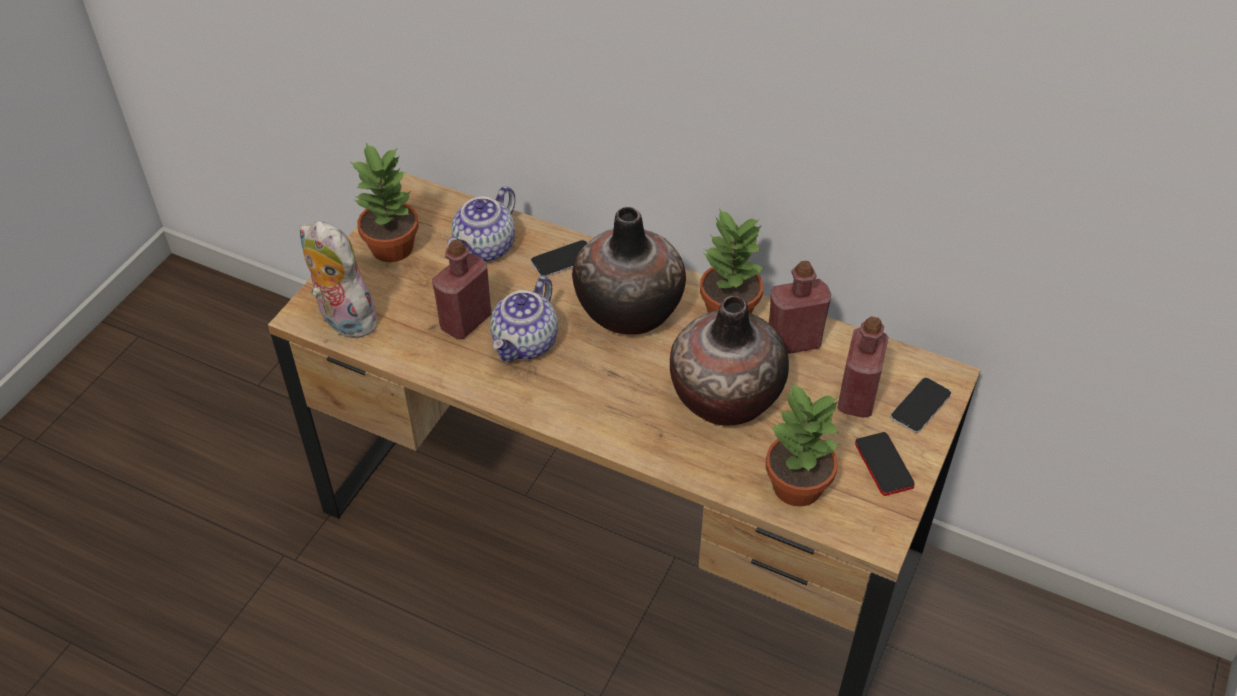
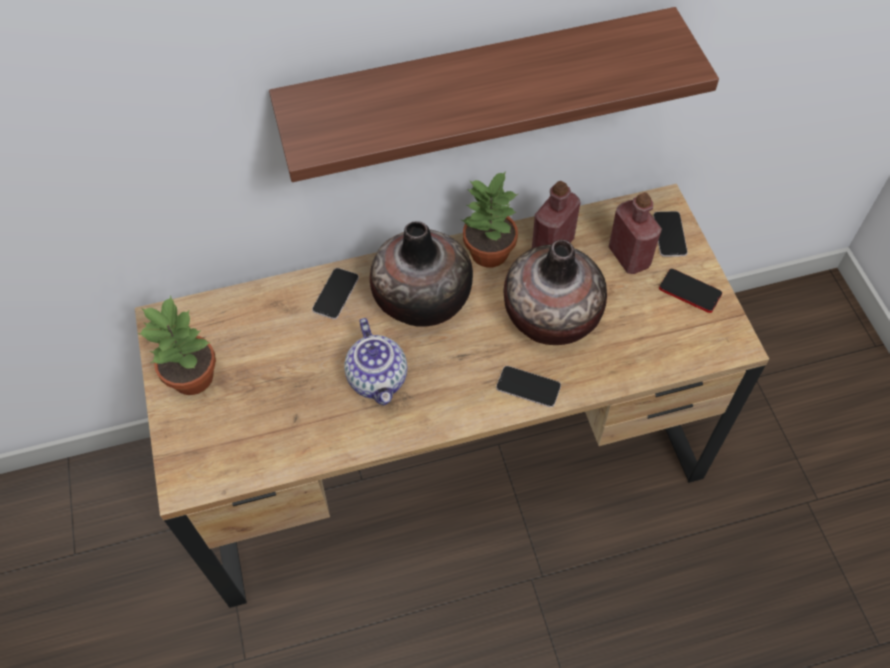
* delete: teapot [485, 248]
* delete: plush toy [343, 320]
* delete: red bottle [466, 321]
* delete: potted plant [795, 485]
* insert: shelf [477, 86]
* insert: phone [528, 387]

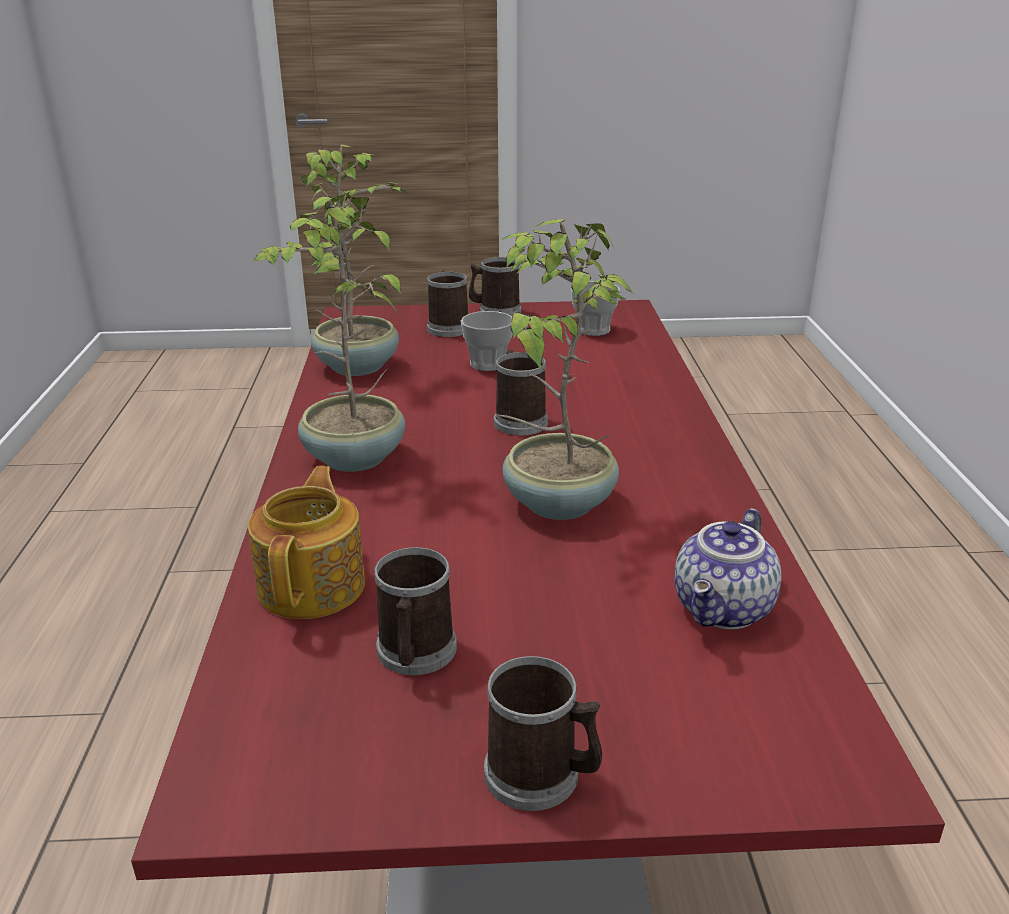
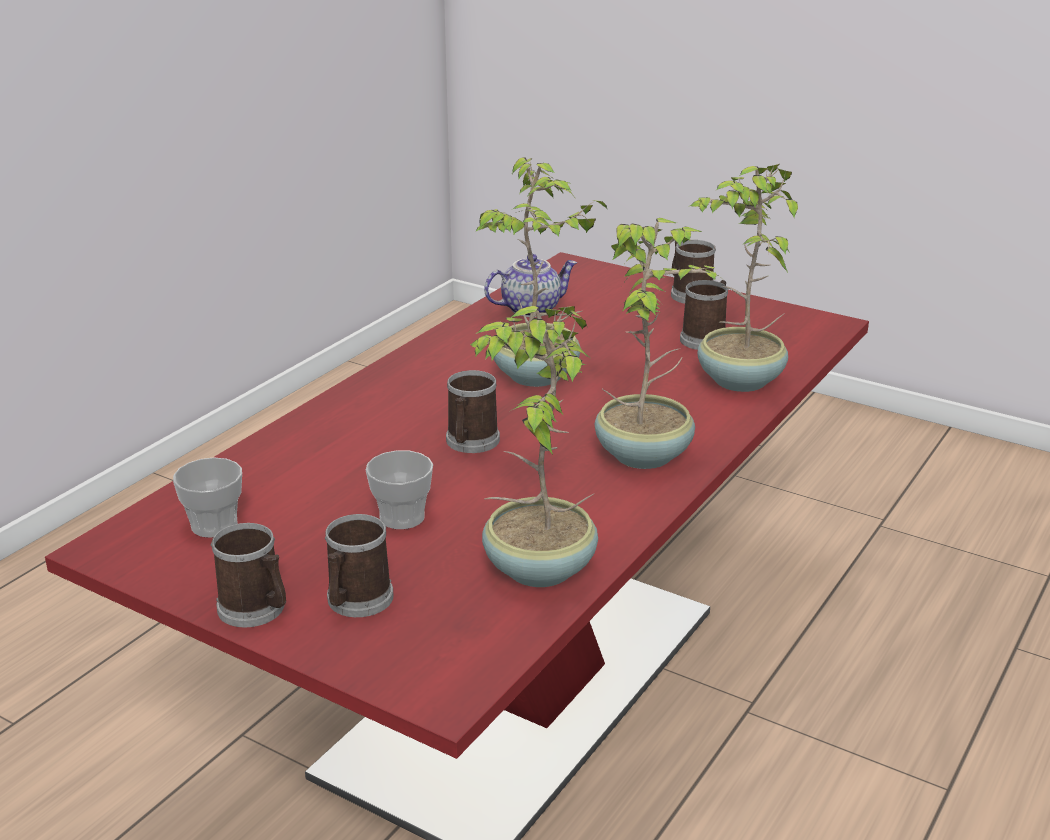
* replace: teapot [314, 585] to potted plant [738, 381]

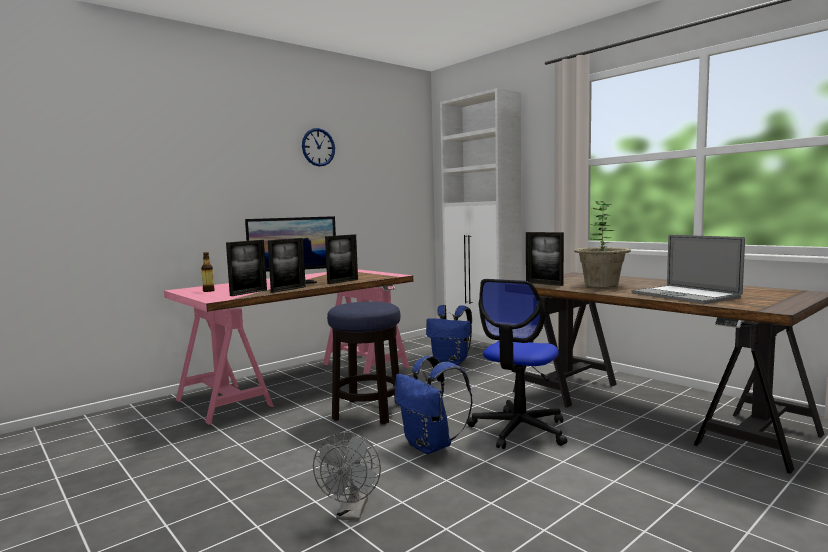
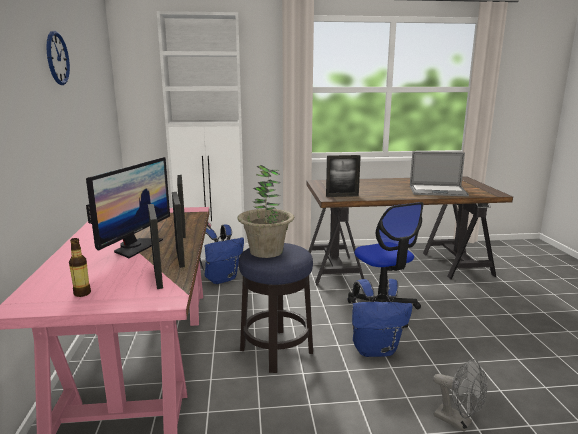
* move: potted plant [601, 285] to [266, 252]

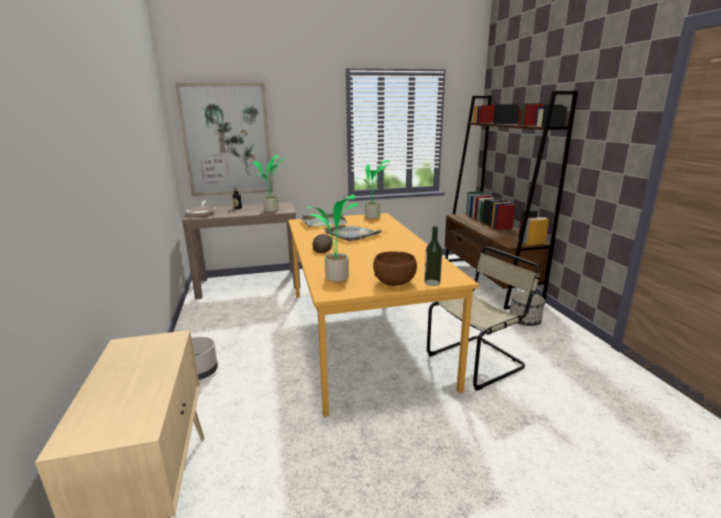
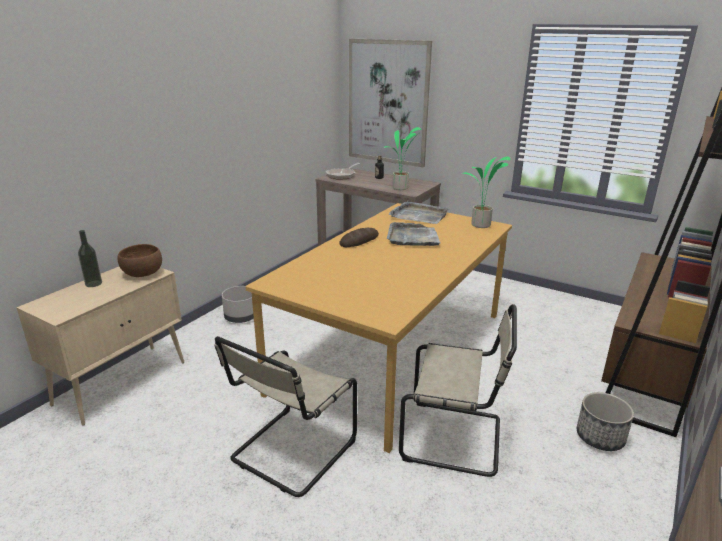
* delete: potted plant [336, 278]
* move: bottle [432, 282] to [93, 283]
* move: brown bowl [395, 282] to [143, 274]
* insert: beige chair [290, 452]

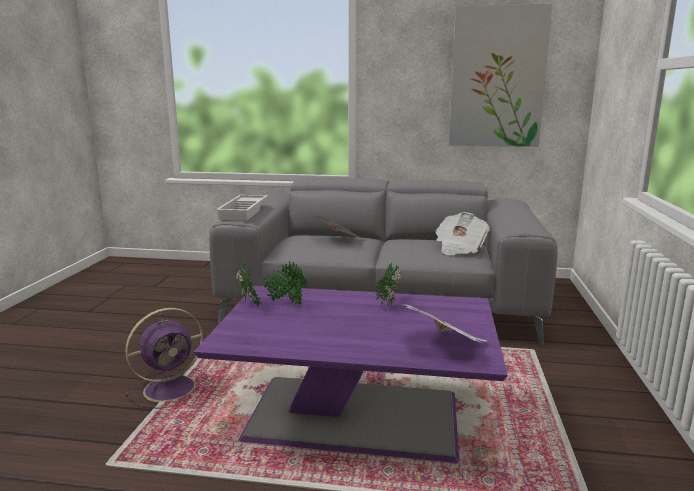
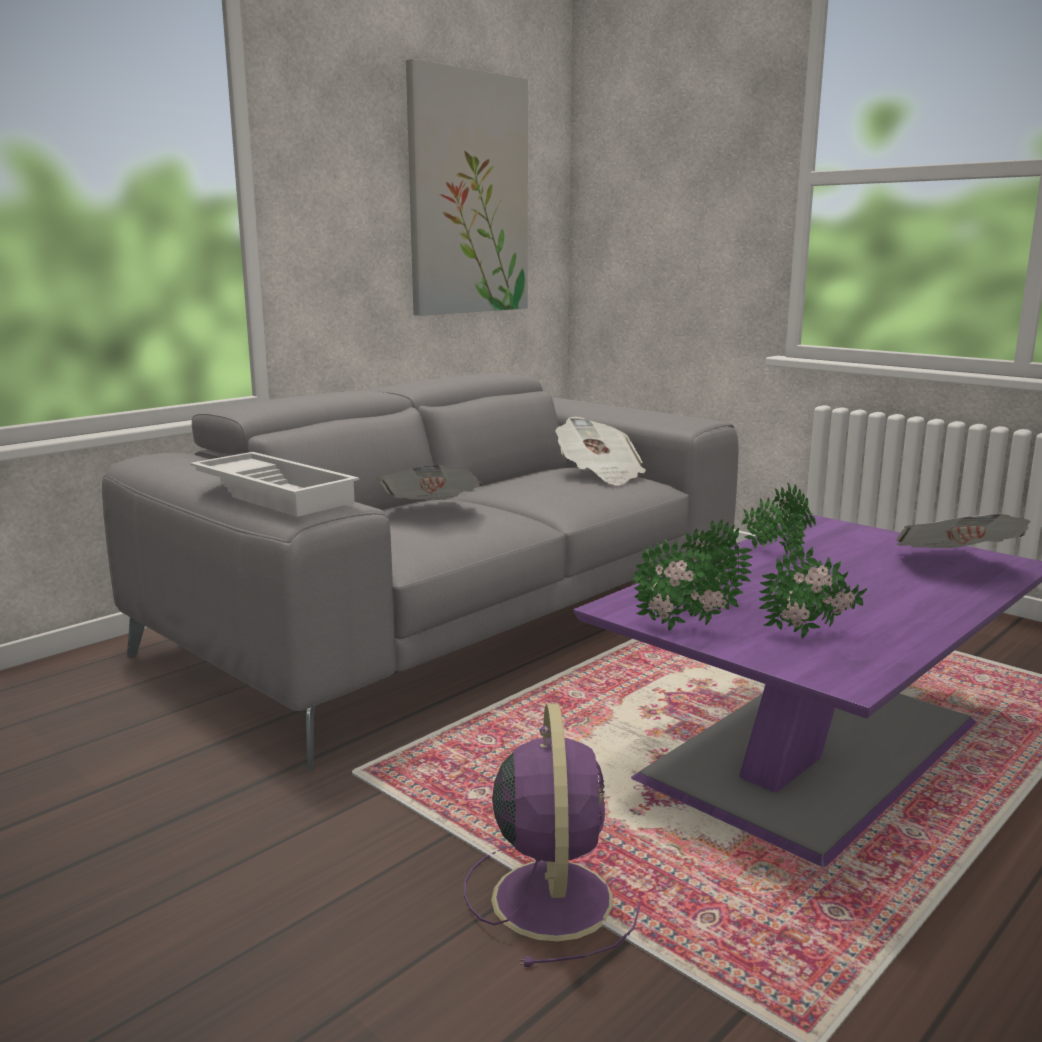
* insert: potted plant [811, 635]

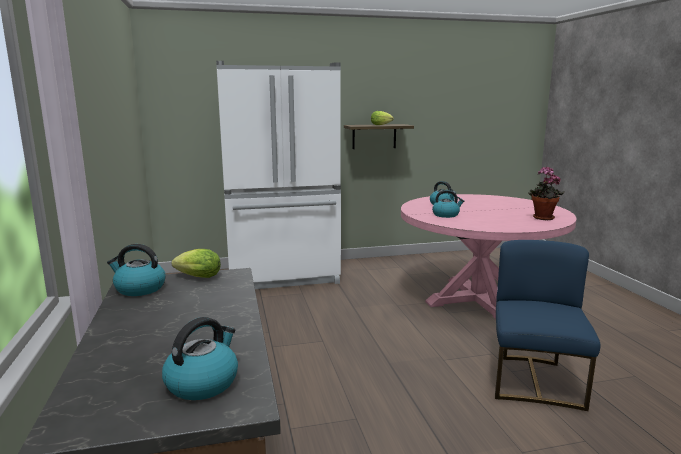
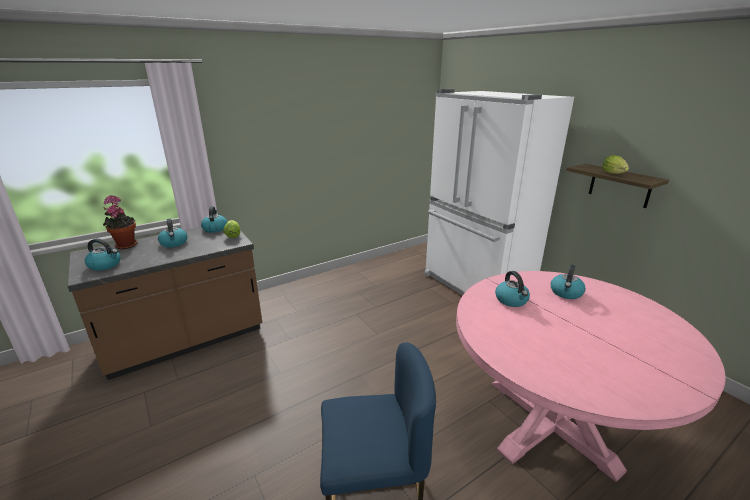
* move: potted plant [542, 218] to [125, 245]
* insert: kettle [174, 243]

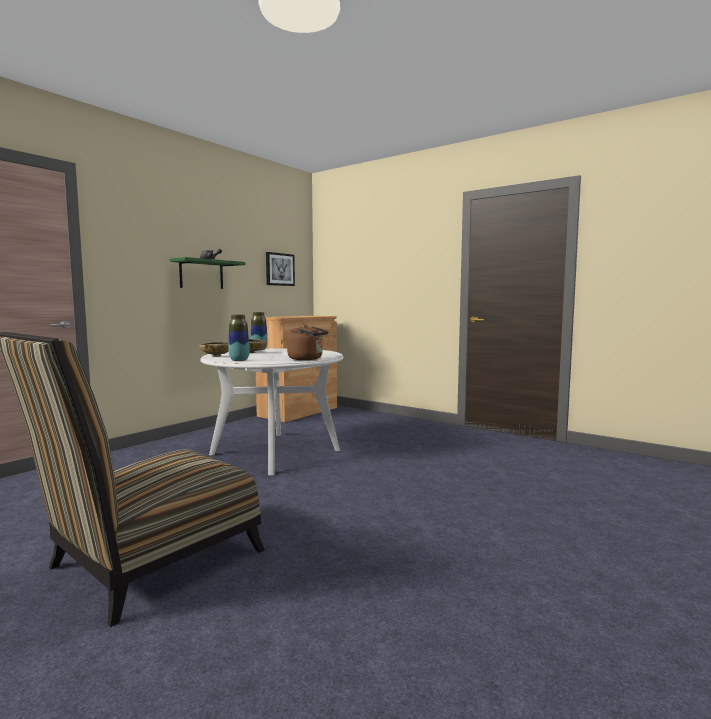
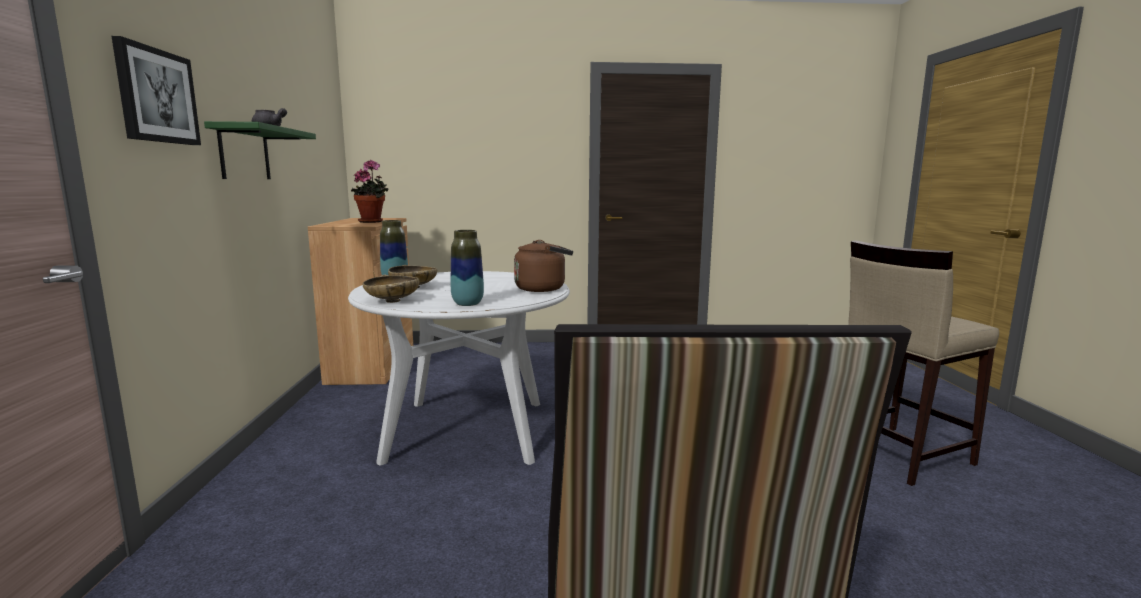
* move: picture [279, 269] to [156, 96]
* insert: potted plant [373, 221]
* insert: beige stool [898, 453]

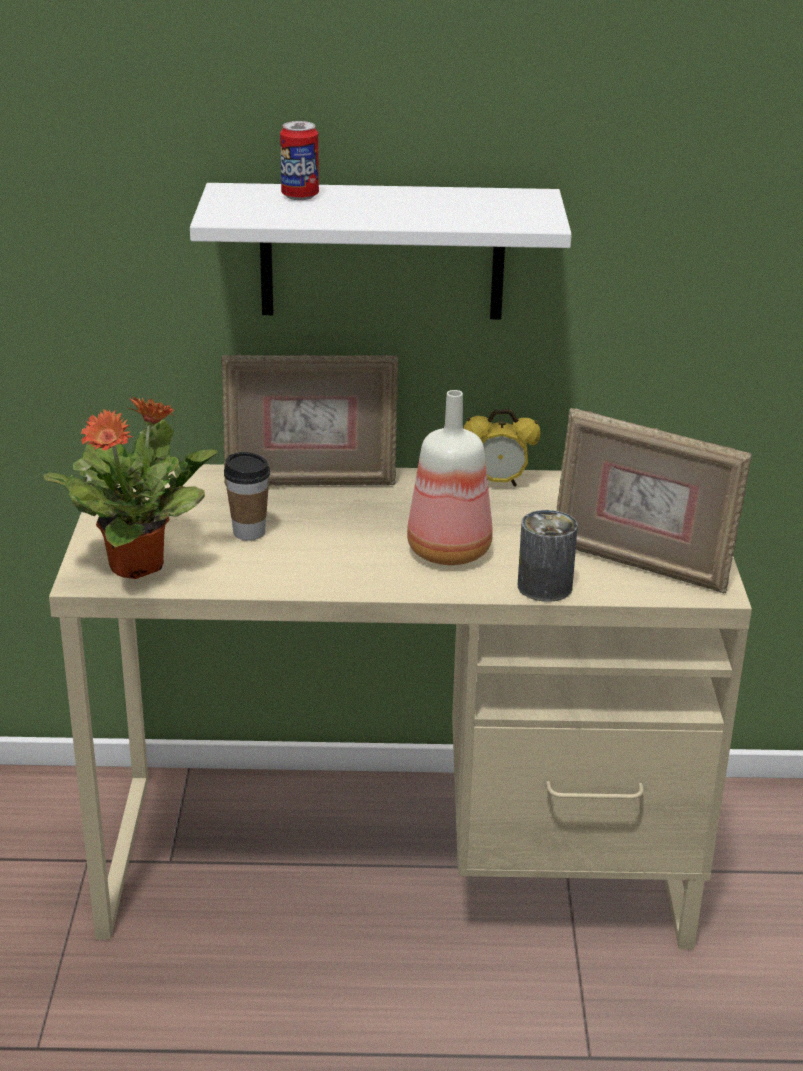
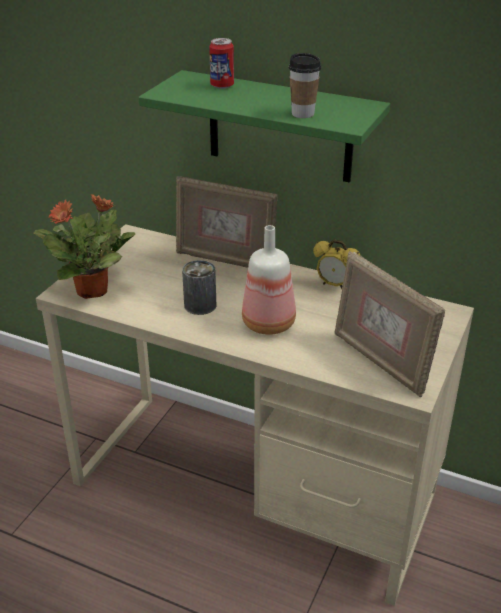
* recolor: white shelf [382, 251] to green shelf [280, 127]
* move: cup [249, 532] to [303, 114]
* move: can [544, 586] to [200, 305]

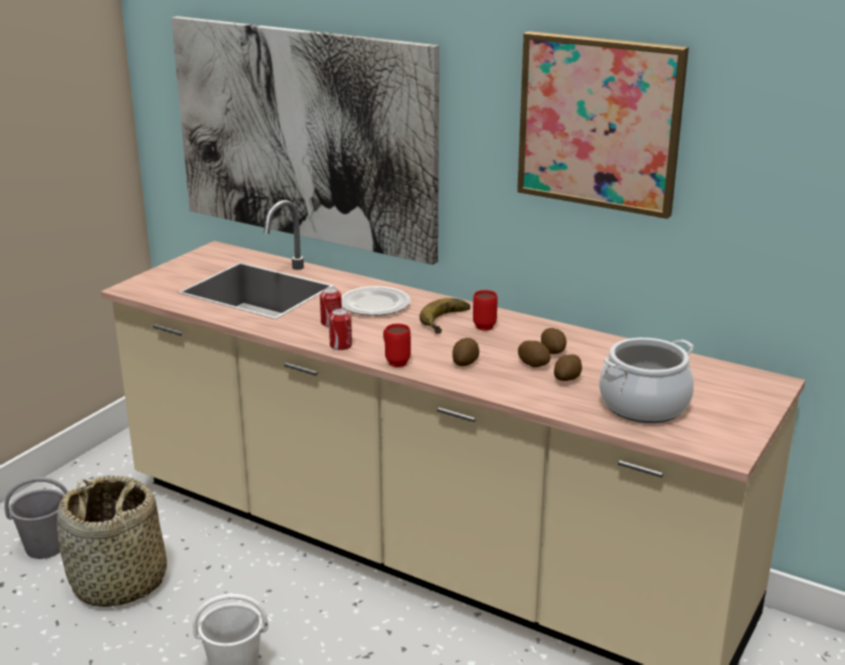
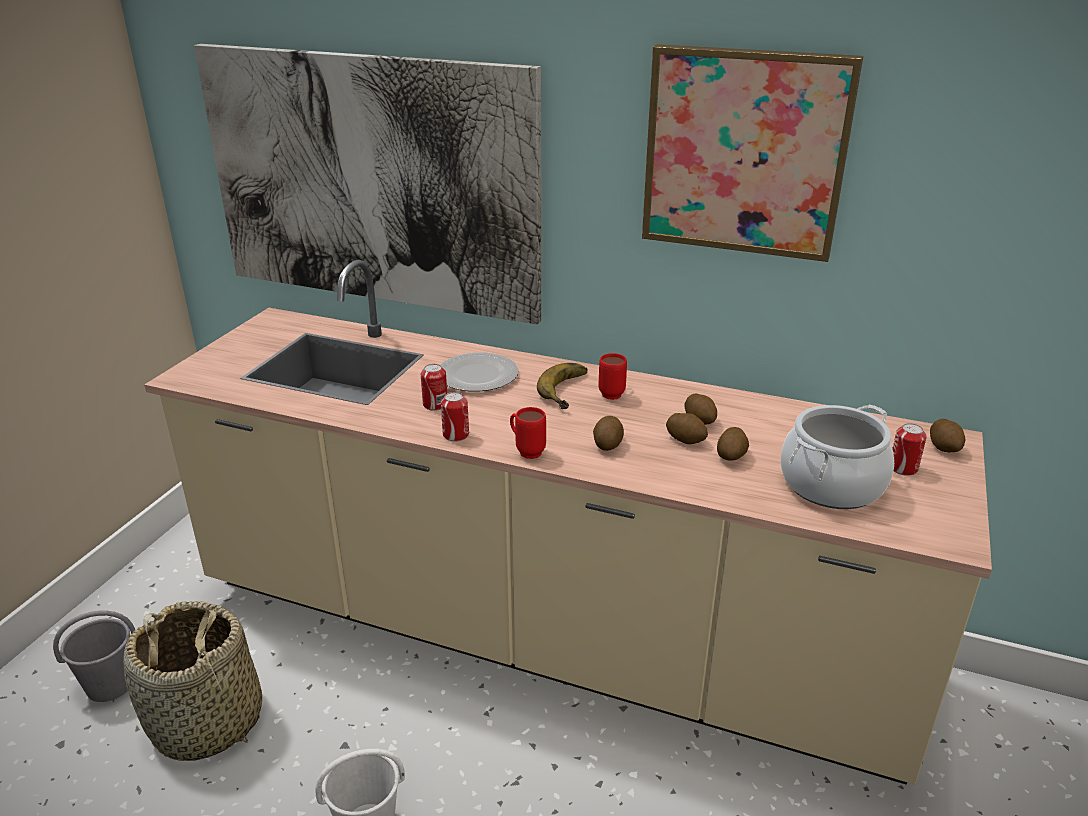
* insert: potato [944, 447]
* insert: can [903, 468]

